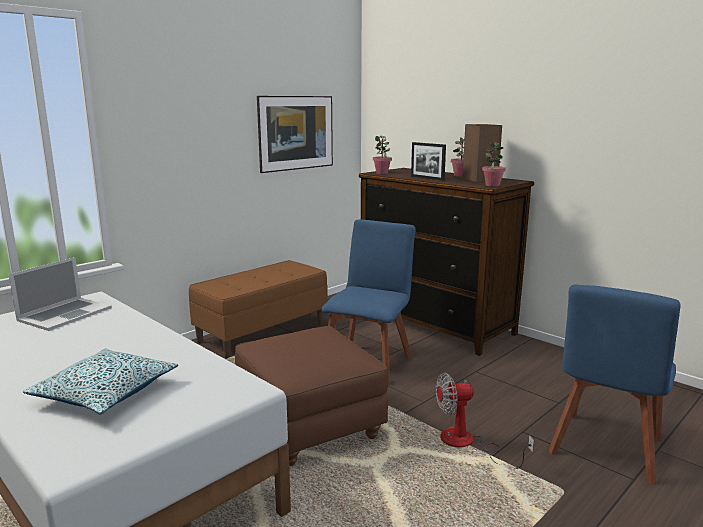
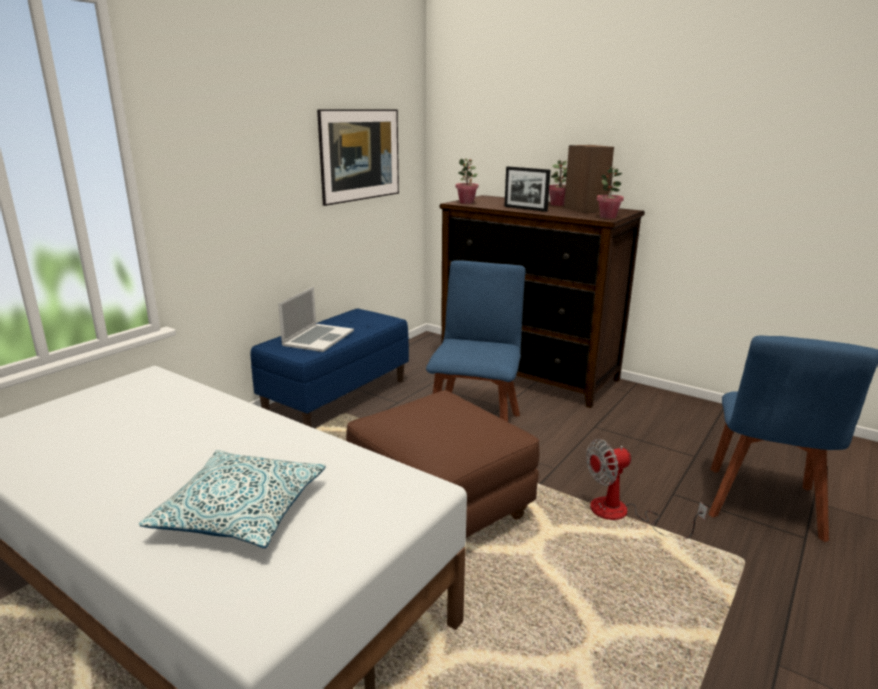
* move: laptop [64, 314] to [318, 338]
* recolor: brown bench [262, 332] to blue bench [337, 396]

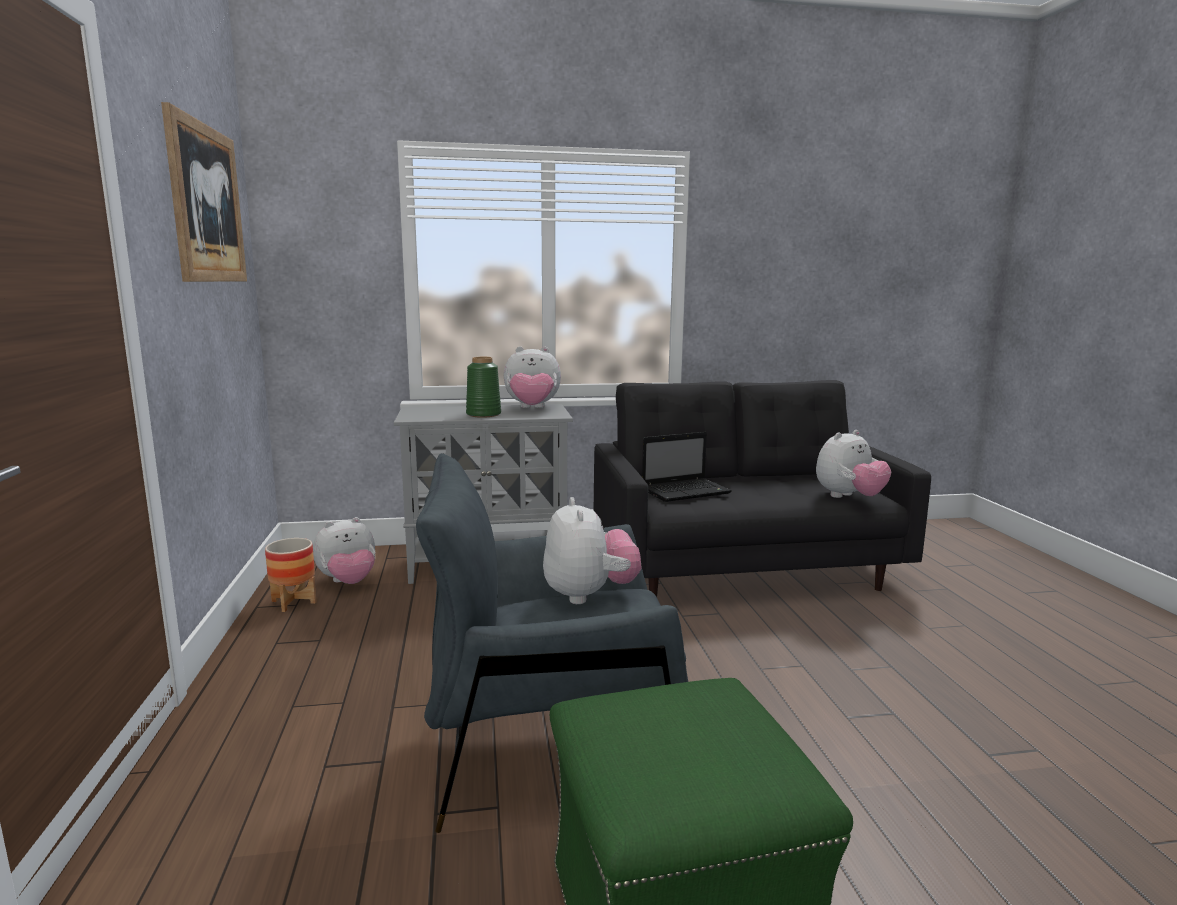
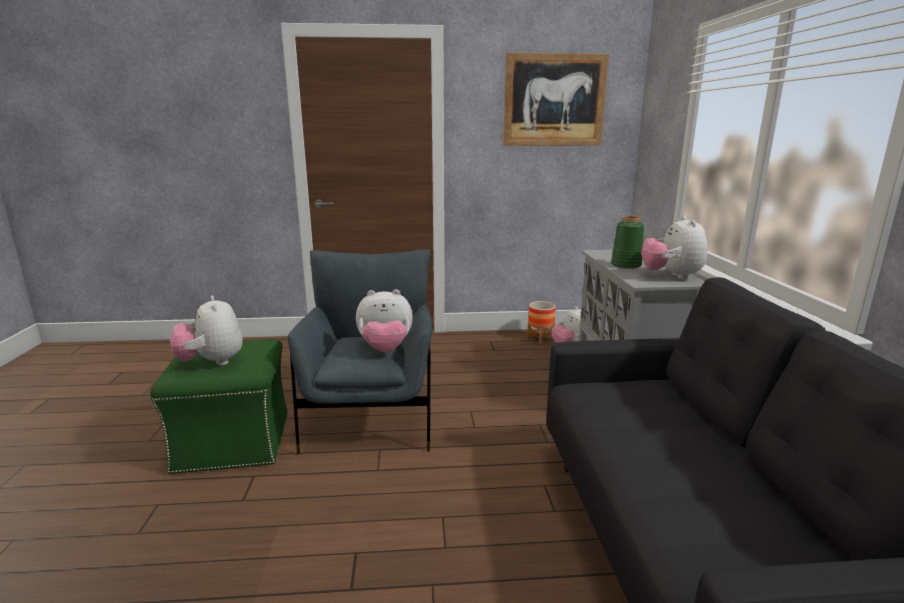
* move: plush toy [849, 497] to [212, 362]
* delete: laptop [686, 491]

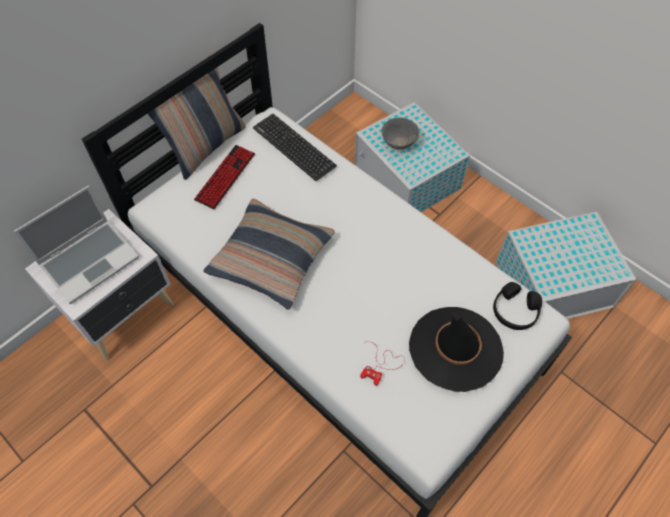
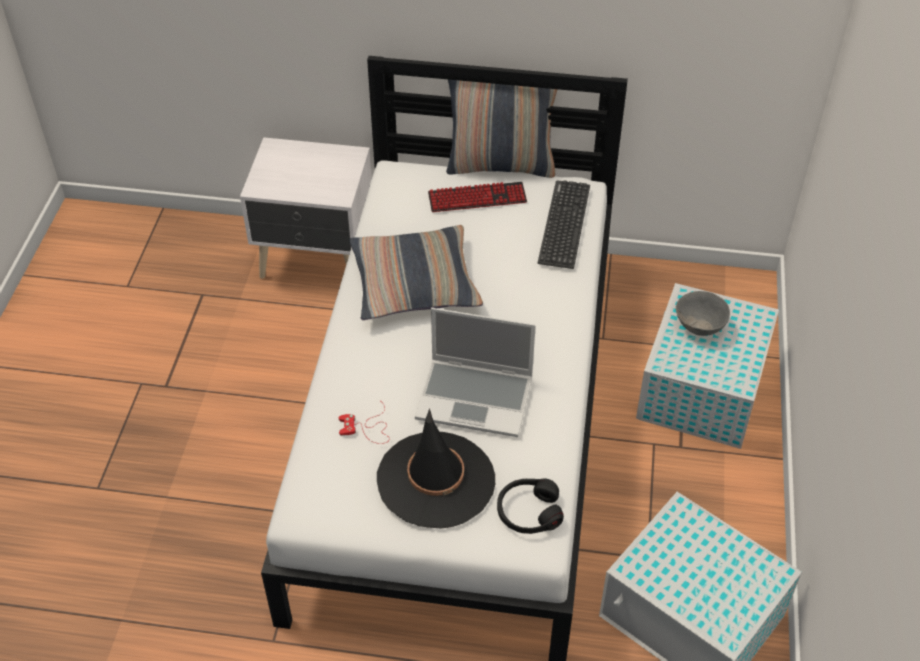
* move: laptop [90, 260] to [476, 398]

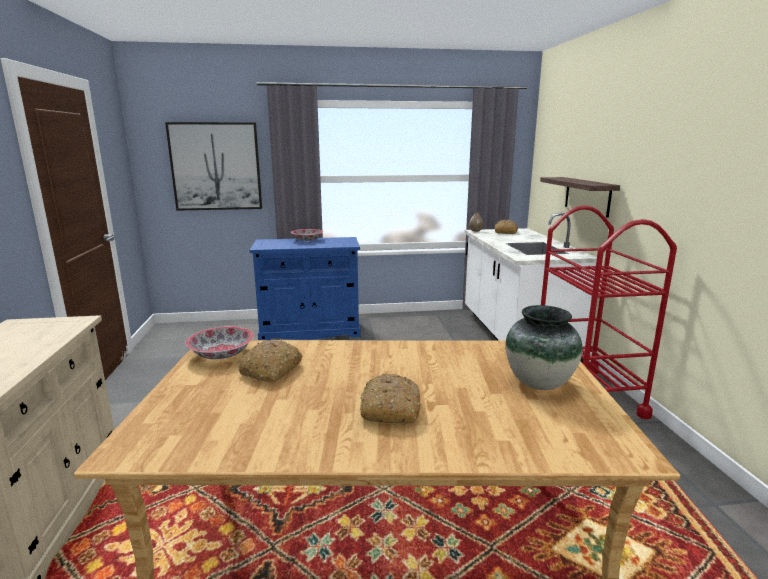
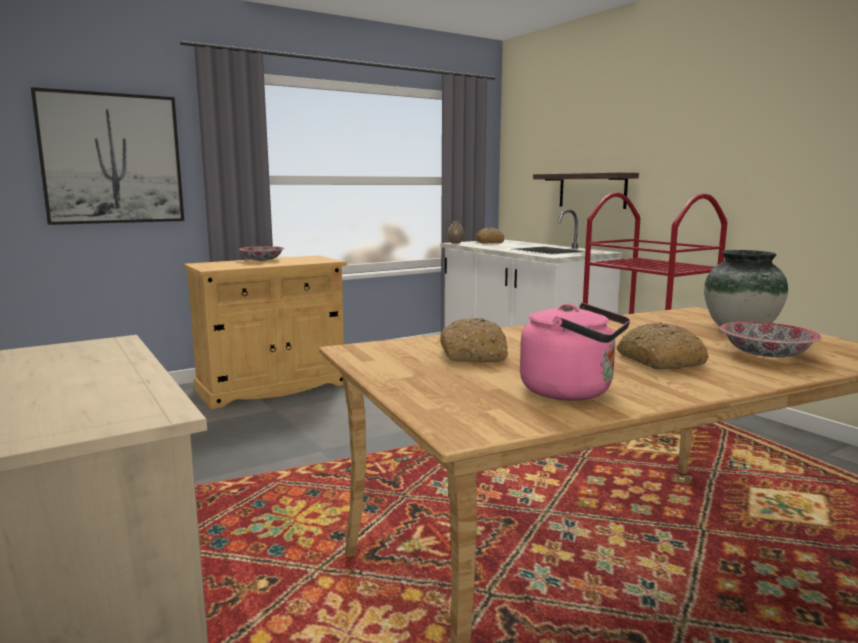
* recolor: blue cabinet [310, 331] to beige cabinet [272, 387]
* move: bowl [222, 354] to [766, 354]
* insert: pink kettle [572, 392]

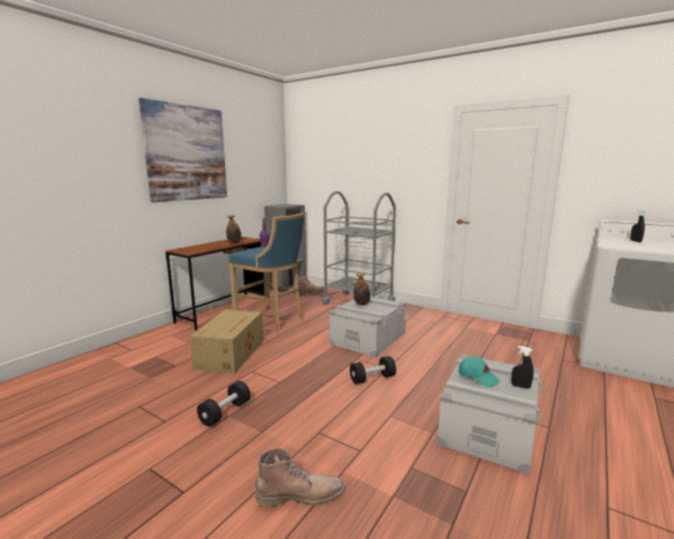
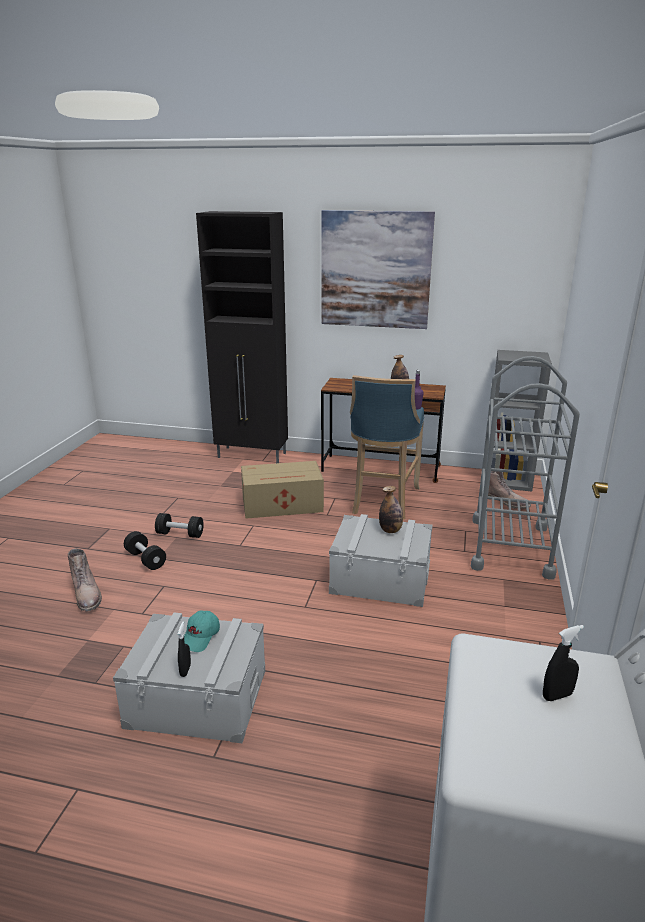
* move: black dumbbell [372, 378] to [145, 559]
* insert: black cabinet [252, 455]

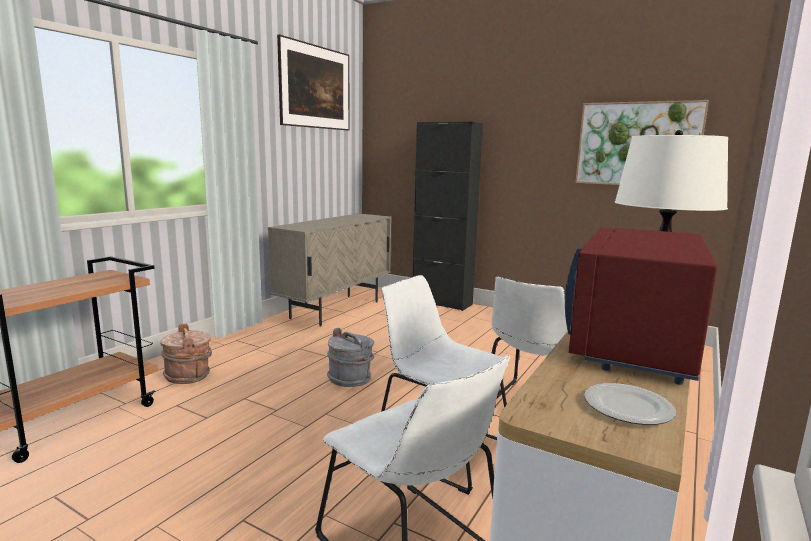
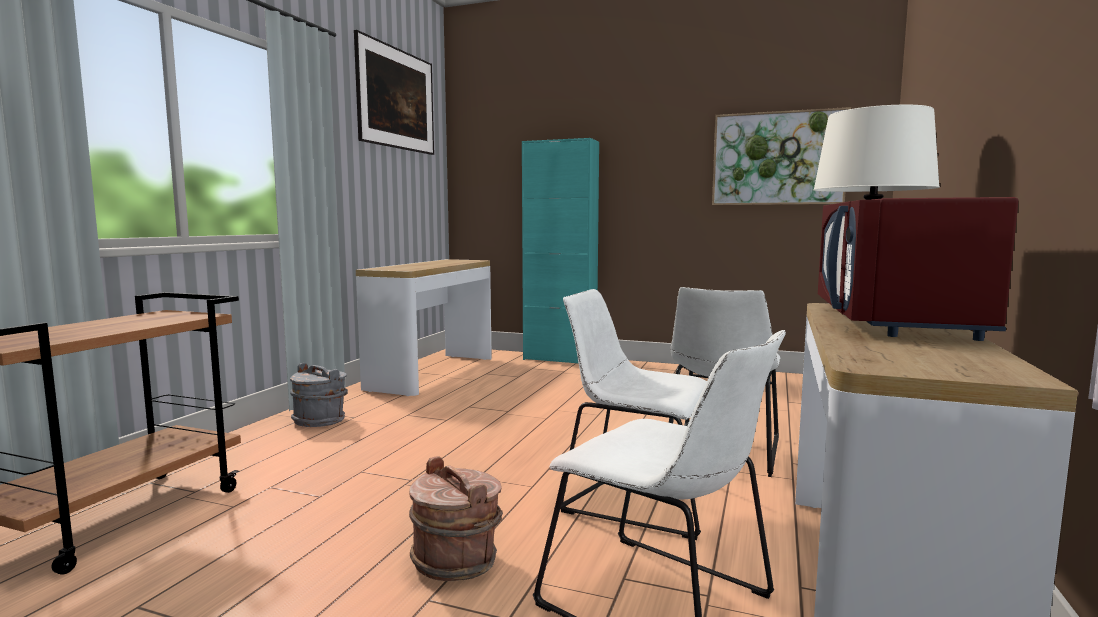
* recolor: black cabinet [442, 303] to turquoise cabinet [560, 359]
* replace: beige cabinet [336, 309] to console table [433, 373]
* move: brown bucket [188, 376] to [456, 561]
* move: grey bucket [350, 379] to [320, 421]
* delete: plate [626, 408]

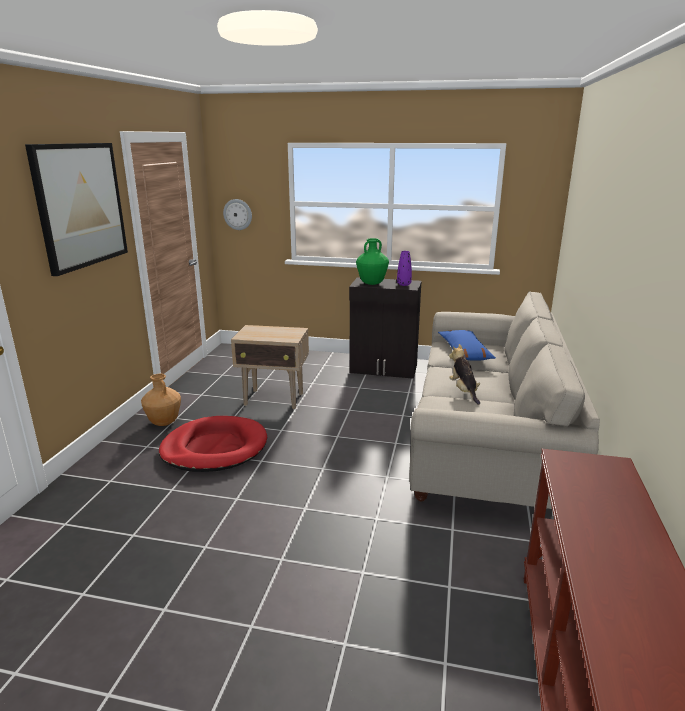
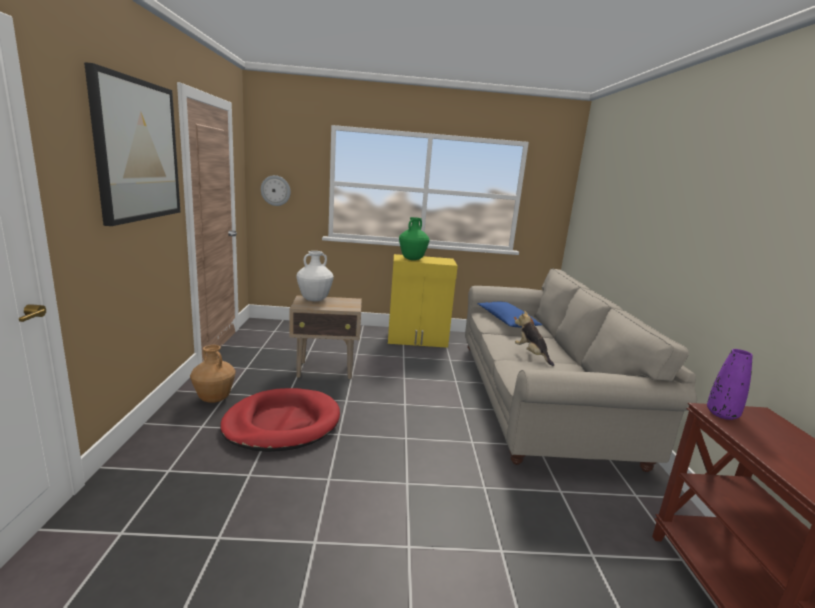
* move: purple vase [404, 284] to [722, 414]
* recolor: black cabinet [384, 369] to yellow cabinet [417, 340]
* insert: white vase [314, 300]

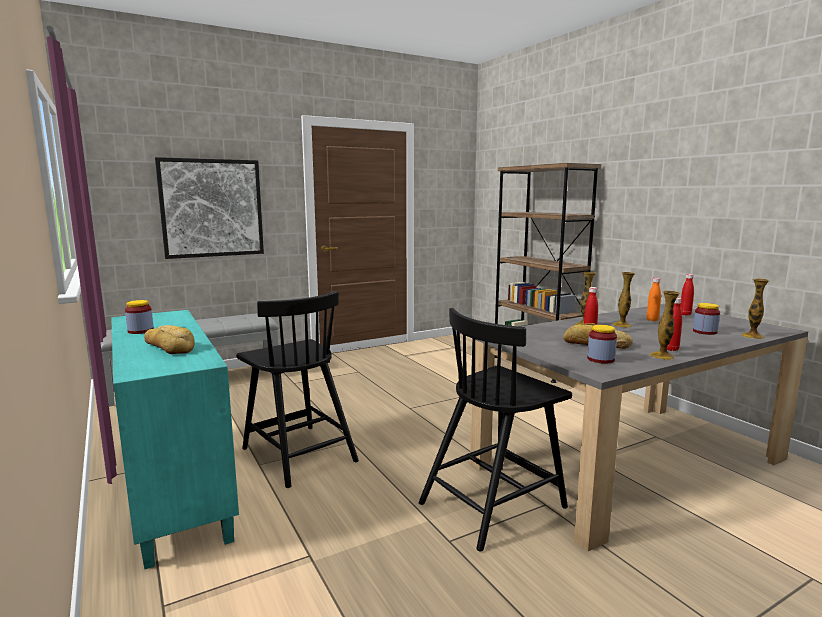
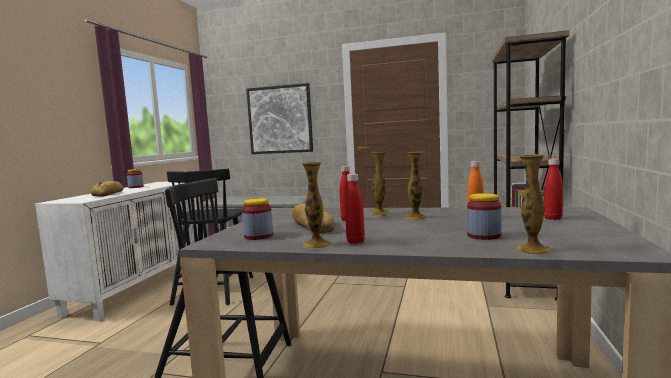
* recolor: turquoise cabinet [174, 488] to white cabinet [139, 287]

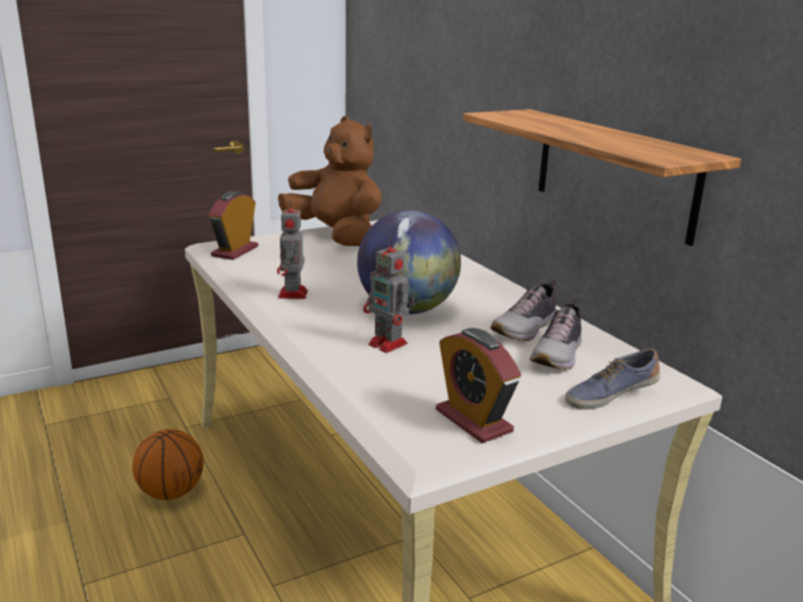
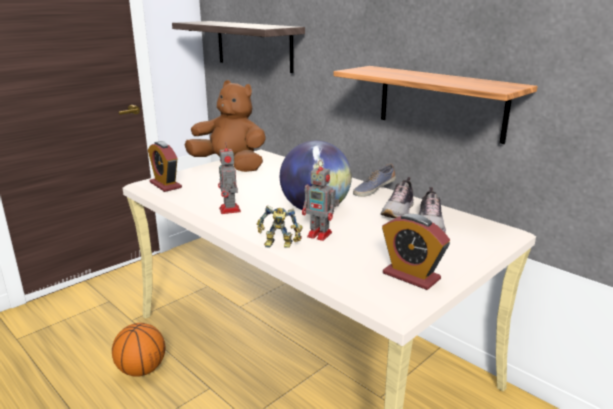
* rotate: alarm clock [235, 251] = [165, 185] 45 degrees counterclockwise
* move: shoe [610, 395] to [373, 190]
* insert: shelf [253, 45]
* insert: toy robot [279, 245]

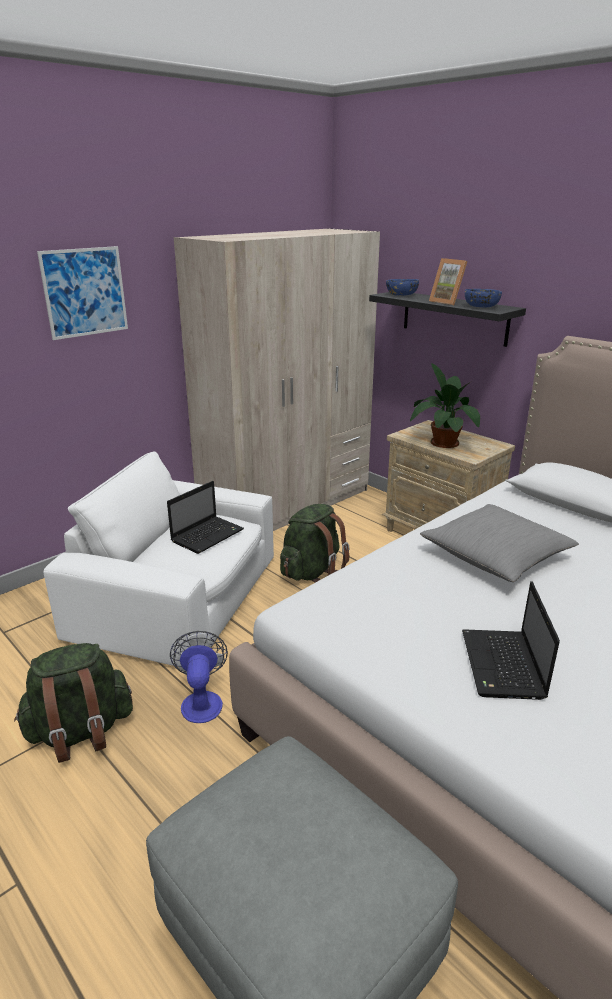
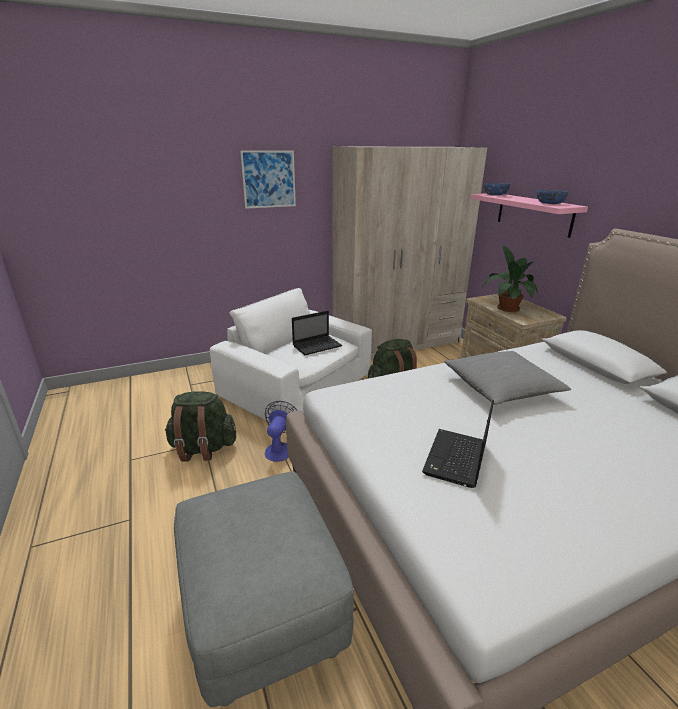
* delete: picture frame [448, 302]
* recolor: black shelf [454, 317] to pink shelf [534, 214]

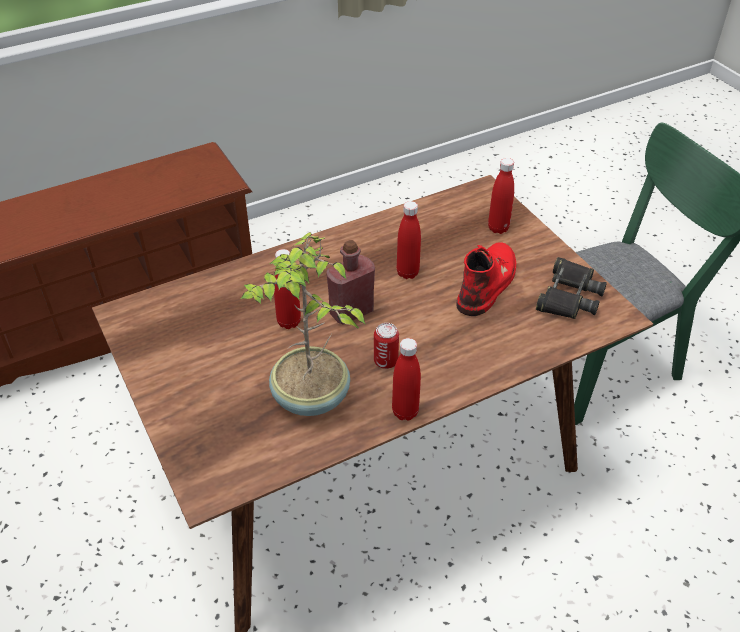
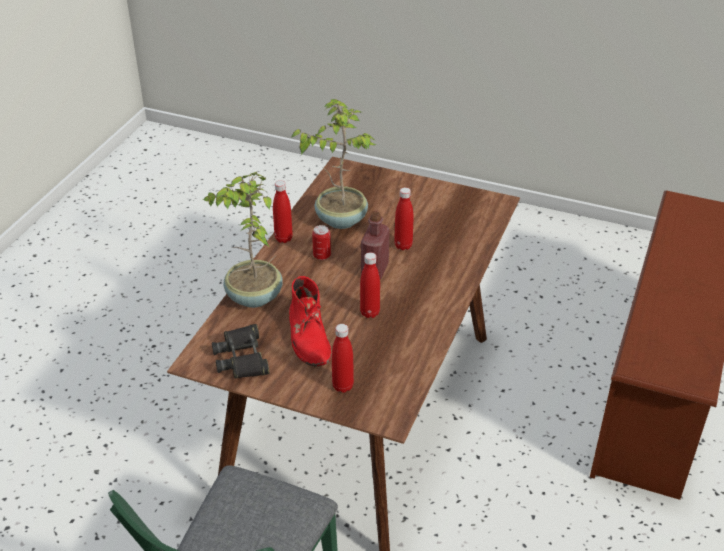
* insert: potted plant [253, 297]

